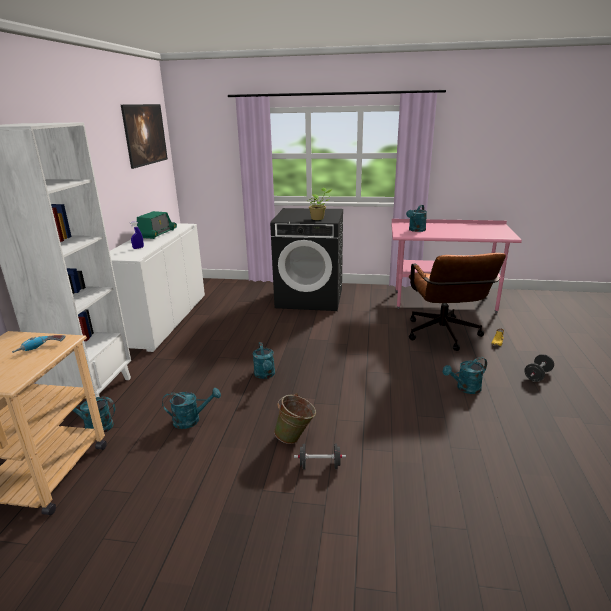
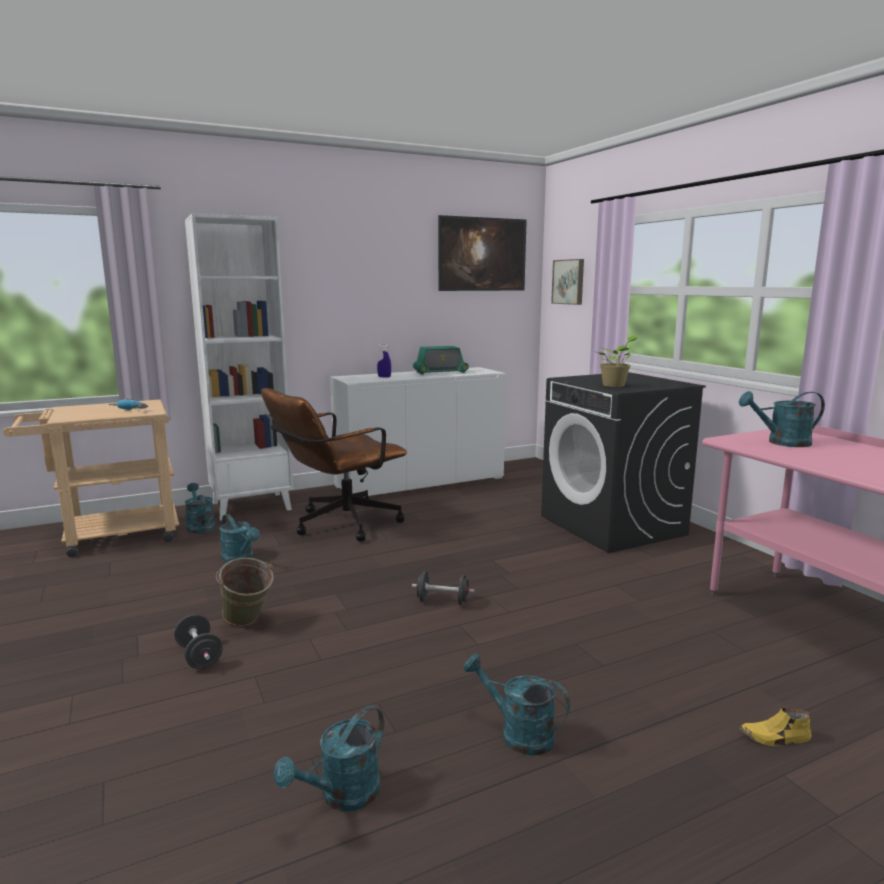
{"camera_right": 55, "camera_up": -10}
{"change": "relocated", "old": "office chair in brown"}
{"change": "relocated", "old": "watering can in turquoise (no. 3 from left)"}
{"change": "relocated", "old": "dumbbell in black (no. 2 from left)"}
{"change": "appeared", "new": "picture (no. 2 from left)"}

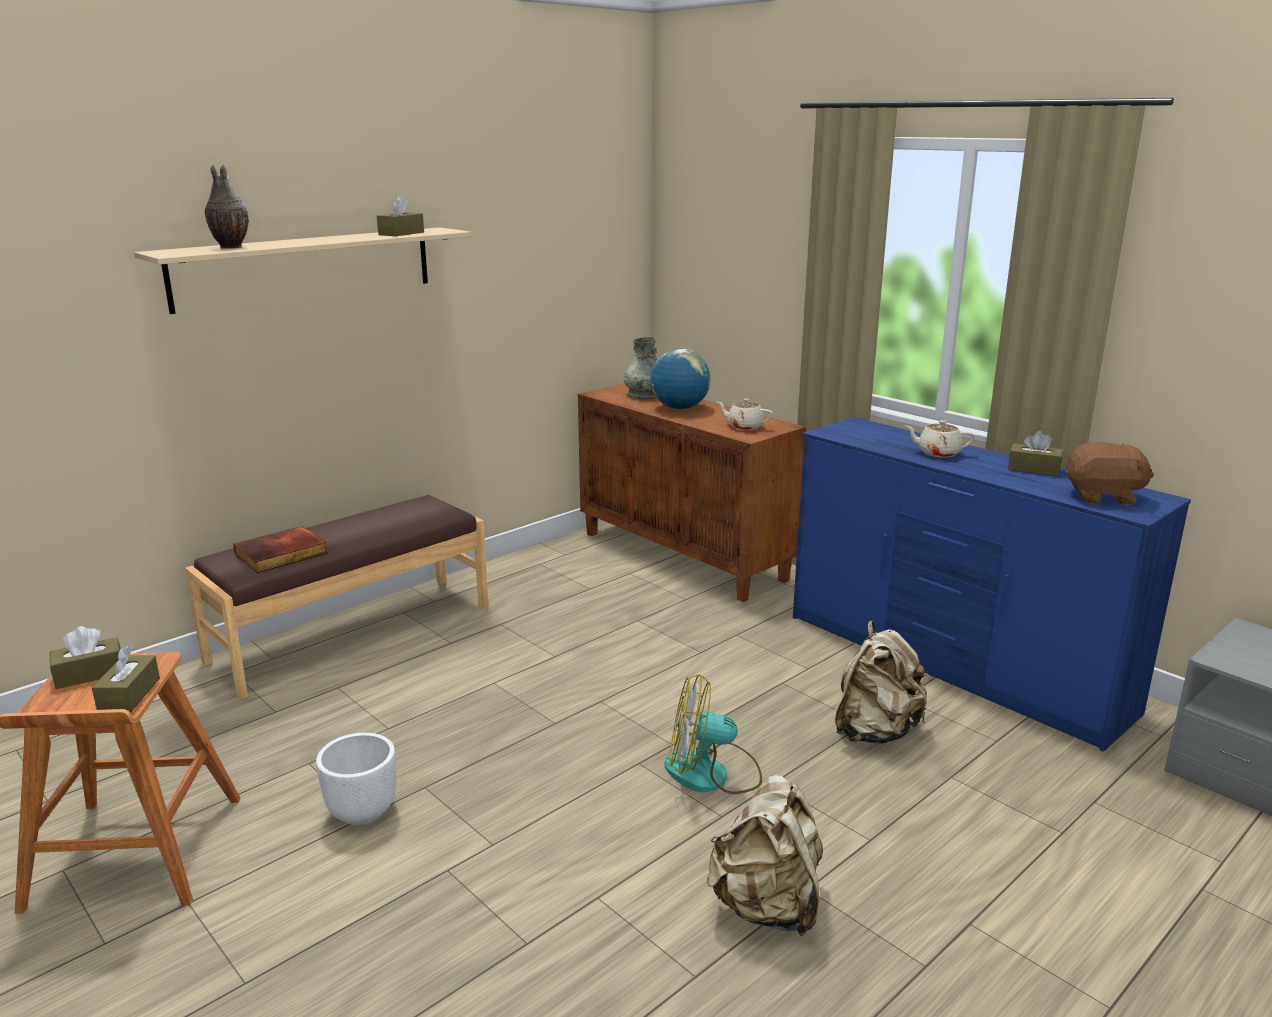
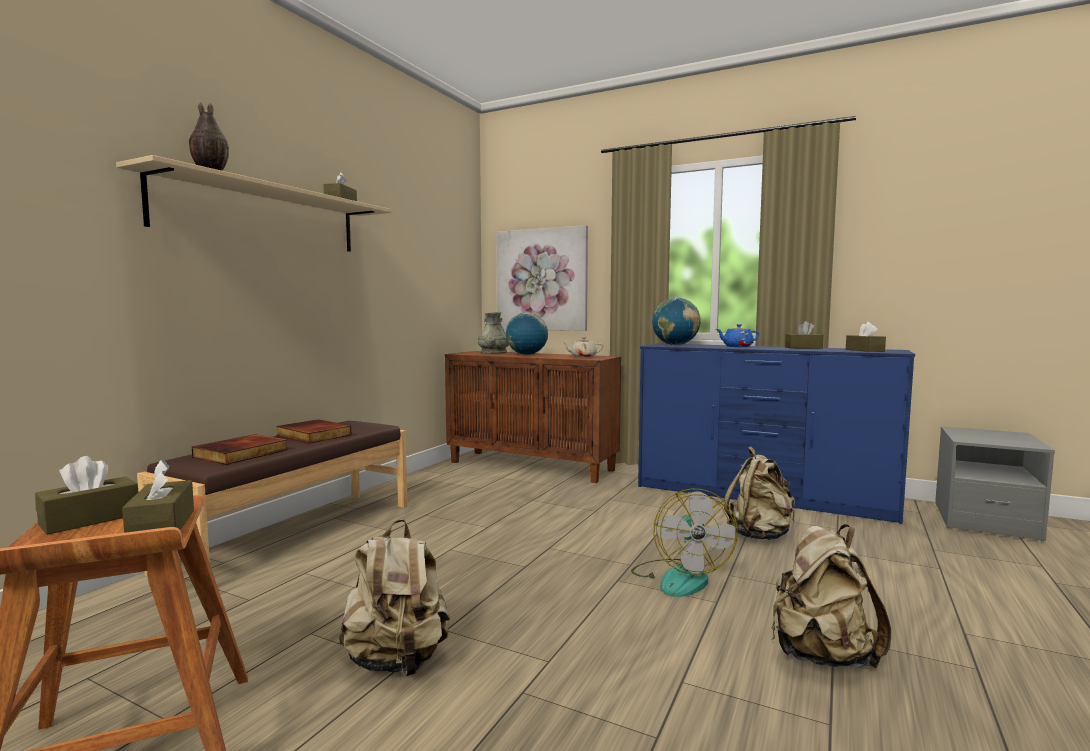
{"camera_right": -20, "camera_up": -15}
{"change": "appeared", "new": "book (no. 2 from left)"}
{"change": "exchanged", "old": "planter in white", "new": "backpack in beige (no. 1 from left)"}
{"change": "appeared", "new": "picture"}
{"change": "spun", "old": "fan", "degrees": -75}
{"change": "appeared", "new": "globe (no. 2 from left)"}
{"change": "colour", "old": "teapot in beige (no. 2 from left)", "new": "teapot in blue"}
{"change": "exchanged", "old": "plush toy in brown", "new": "tissue box in brown (no. 5 from left)"}

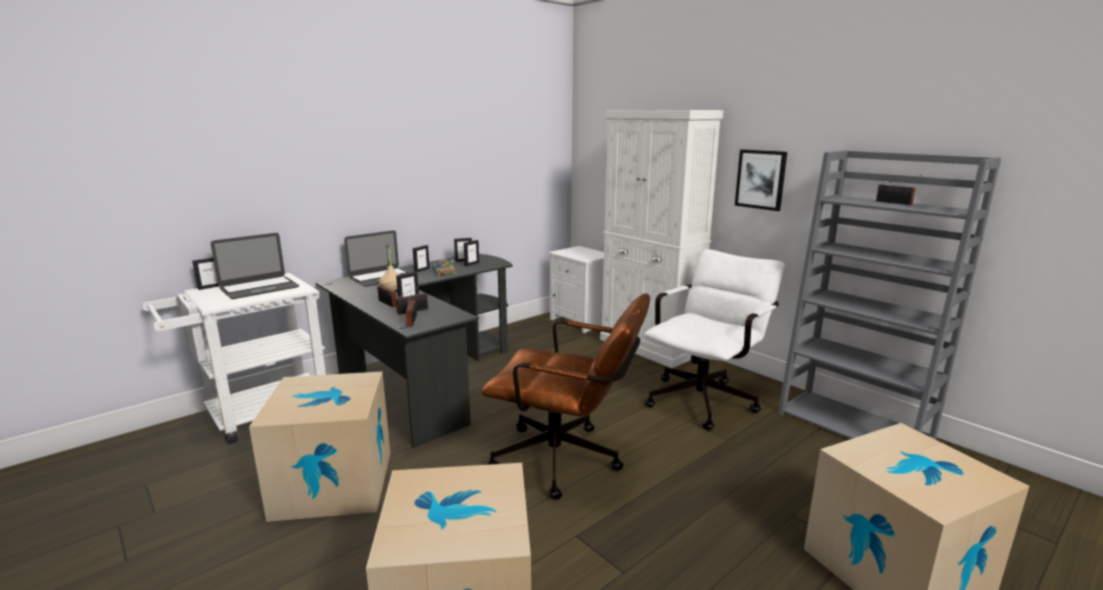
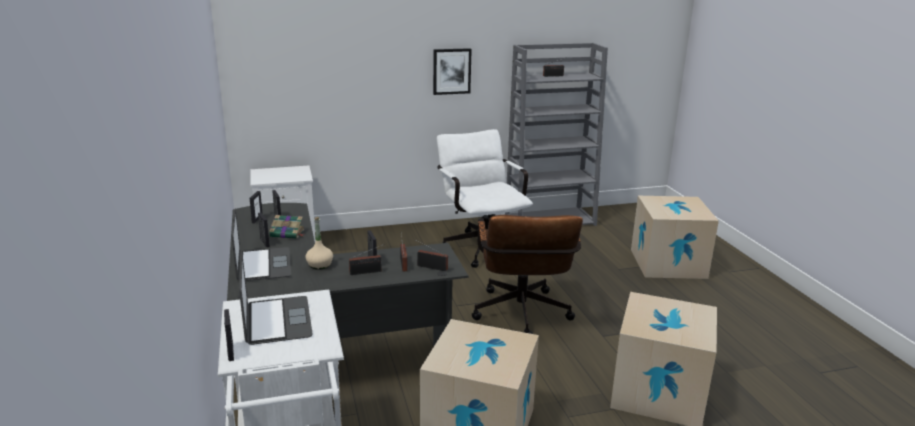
{"camera_right": -65, "camera_up": 5}
{"change": "spun", "old": "office chair in brown", "degrees": 135}
{"change": "missing", "old": "cabinet in white"}

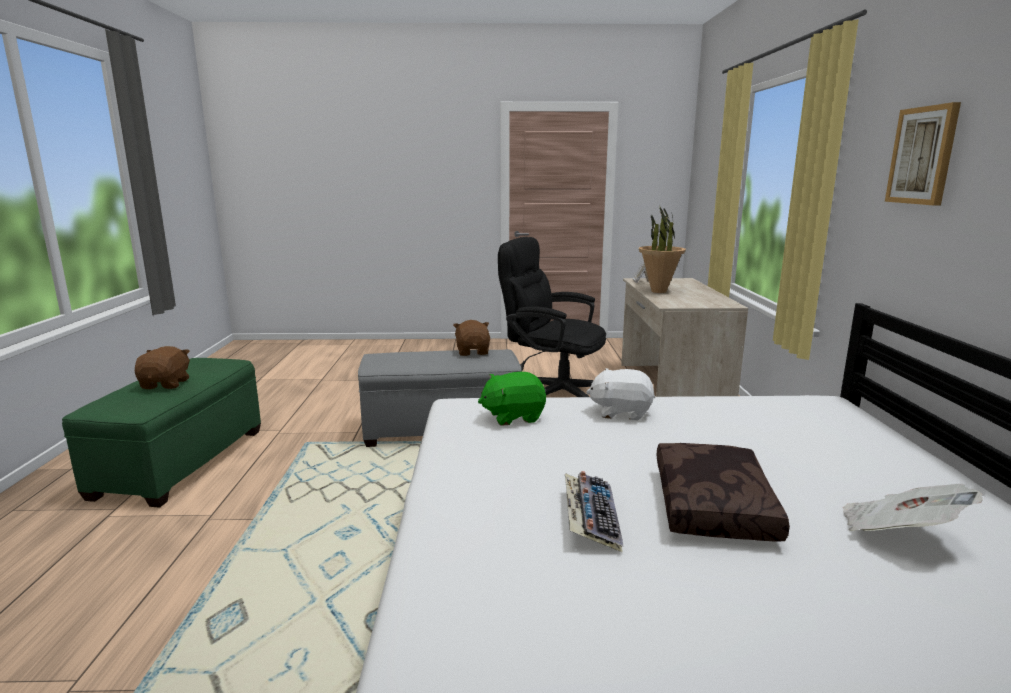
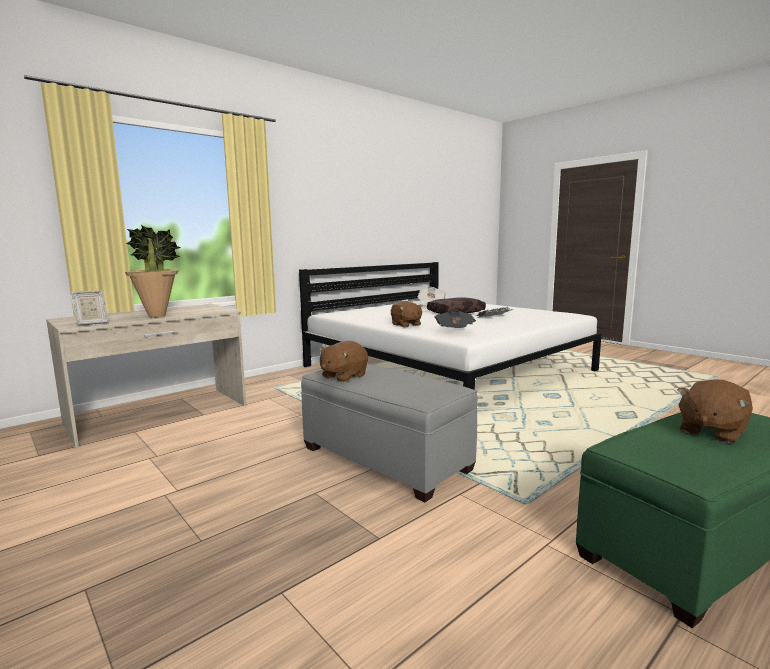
{"camera_right": -130, "camera_up": -5}
{"change": "colour", "old": "plush toy in white", "new": "plush toy in brown (no. 2 from left)"}
{"change": "exchanged", "old": "plush toy in green", "new": "newspaper (no. 2 from left)"}
{"change": "missing", "old": "office chair in black"}
{"change": "missing", "old": "picture"}

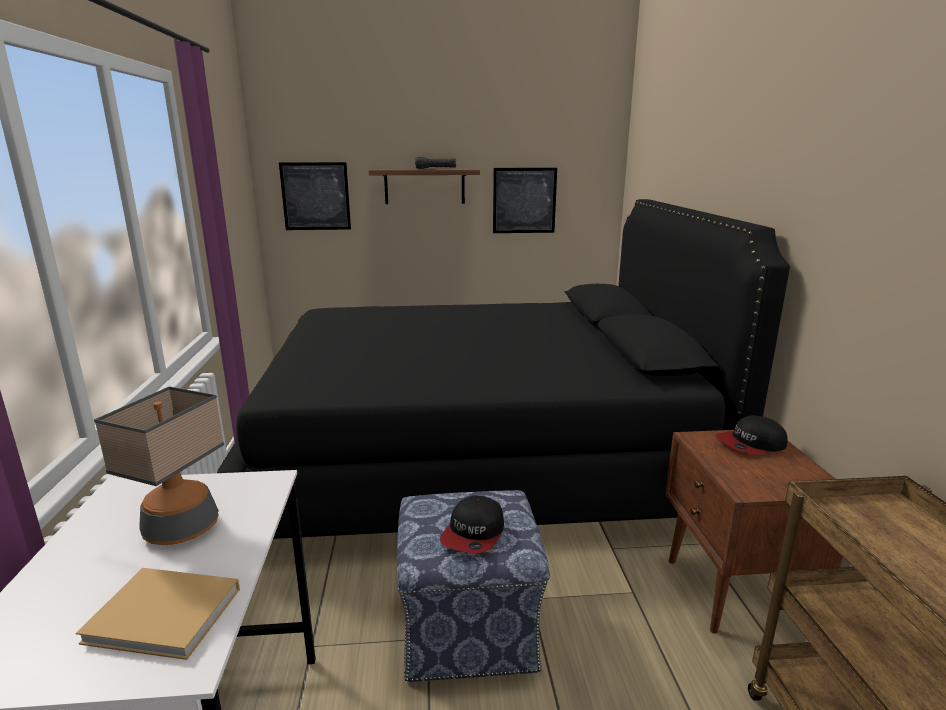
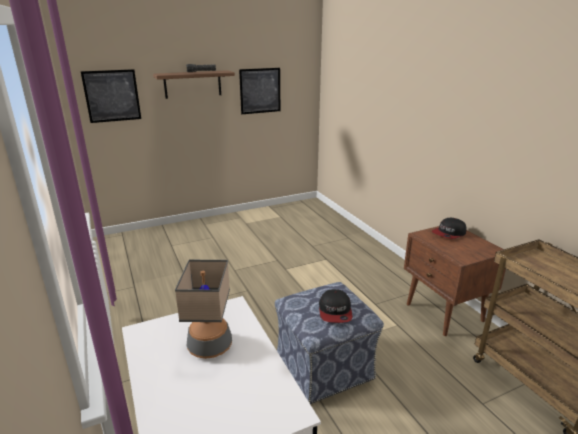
{"camera_right": -20, "camera_up": 5}
{"change": "missing", "old": "book in beige"}
{"change": "missing", "old": "bed in black"}

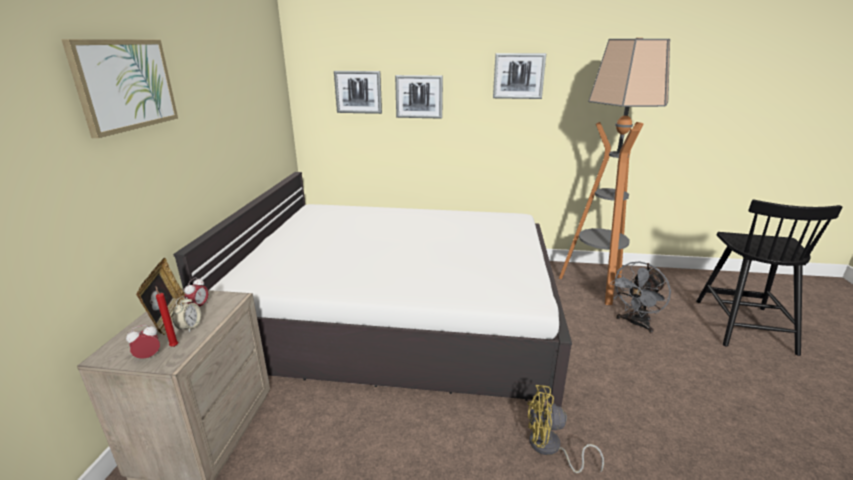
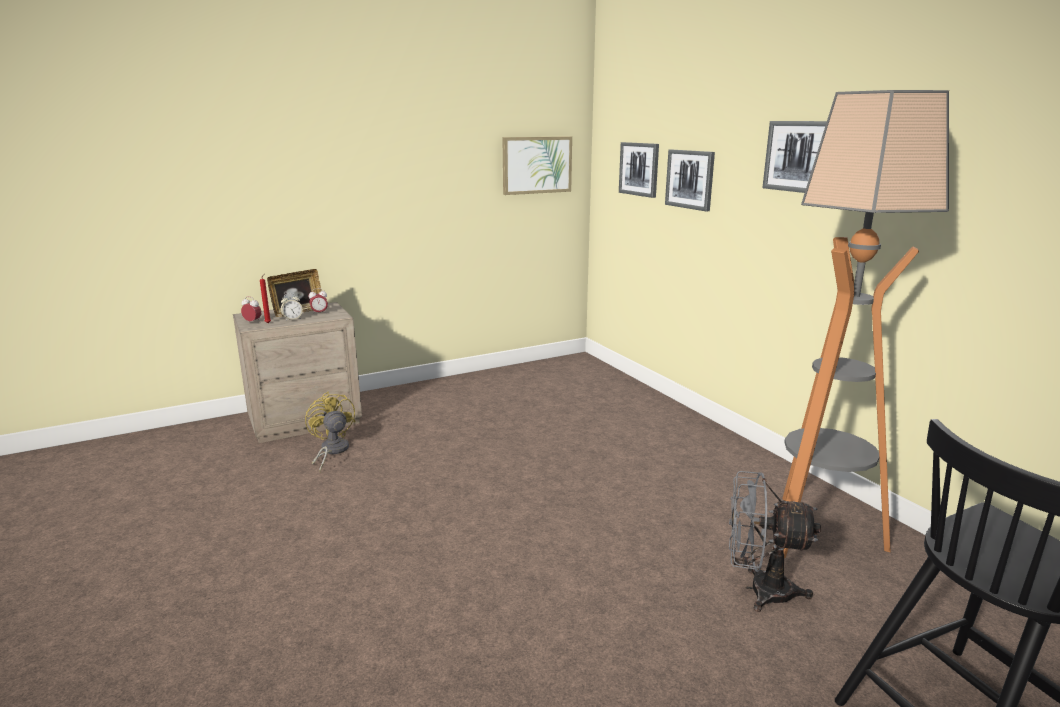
{"camera_right": 55, "camera_up": -5}
{"change": "relocated", "old": "fan in yellow"}
{"change": "relocated", "old": "picture (no. 1 from left)"}
{"change": "missing", "old": "bed in white"}

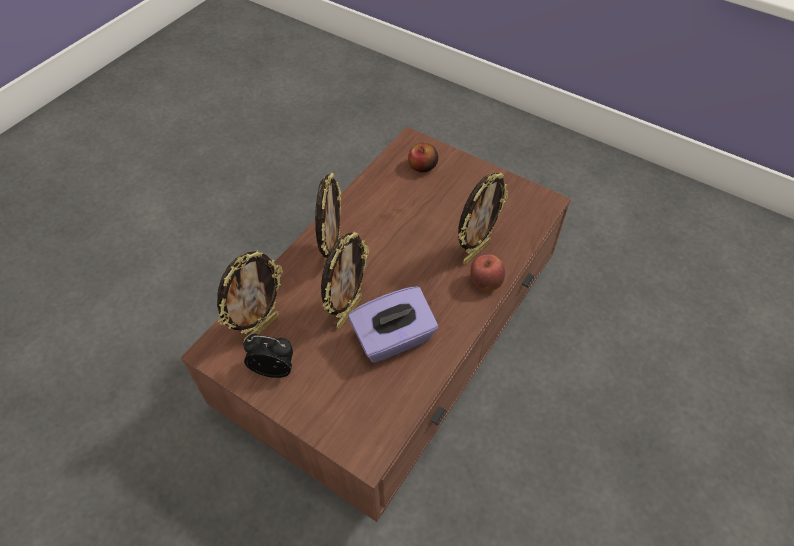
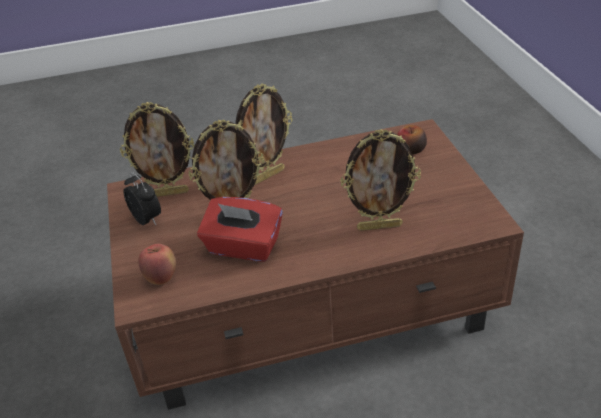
{"camera_right": 45, "camera_up": -15}
{"change": "relocated", "old": "apple (no. 2 from left in the first image)", "new": "apple (no. 1 from left)"}
{"change": "colour", "old": "tissue box in purple", "new": "tissue box in red"}

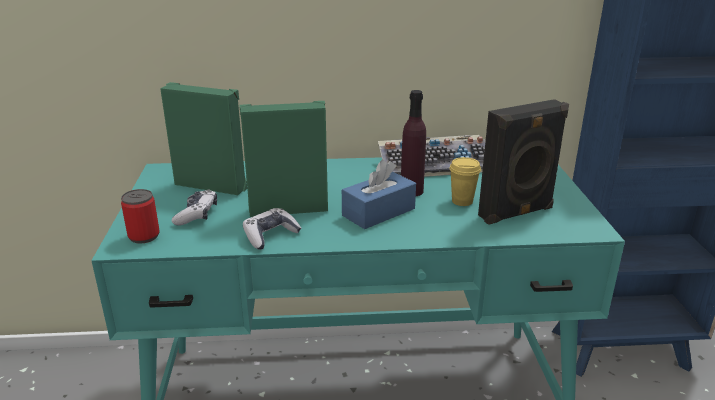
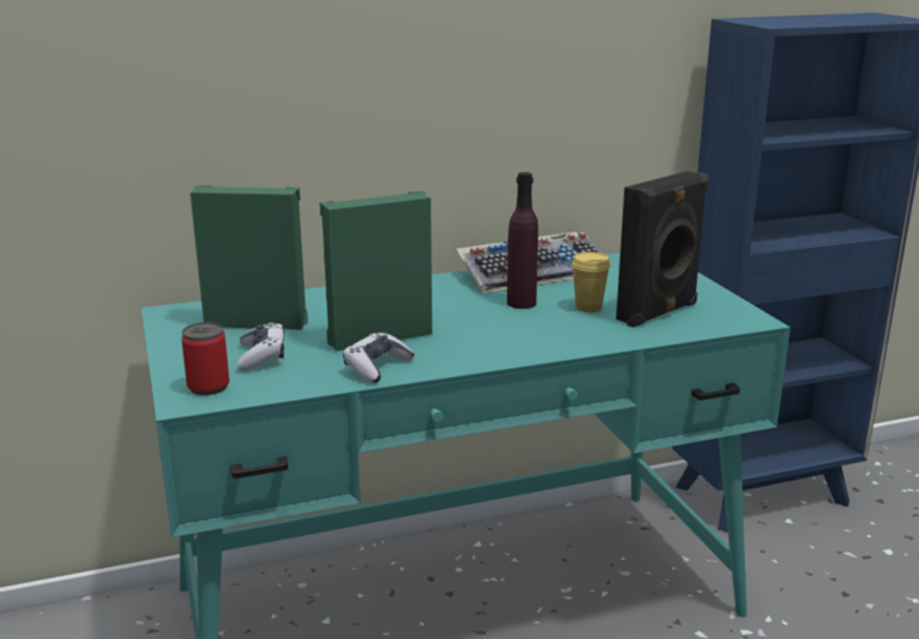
{"camera_right": -15, "camera_up": -5}
{"change": "missing", "old": "tissue box in blue"}

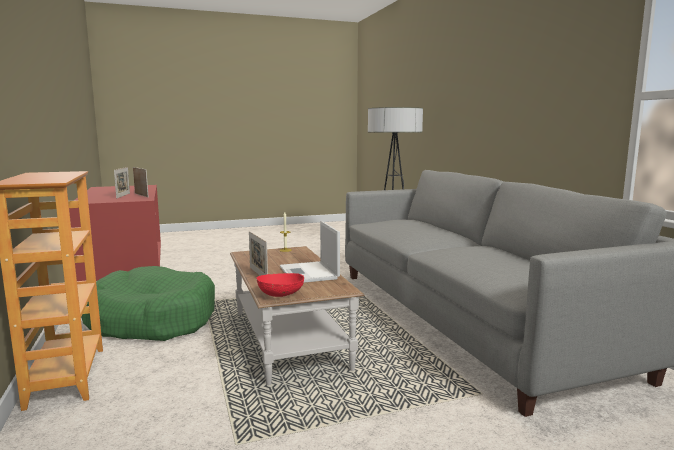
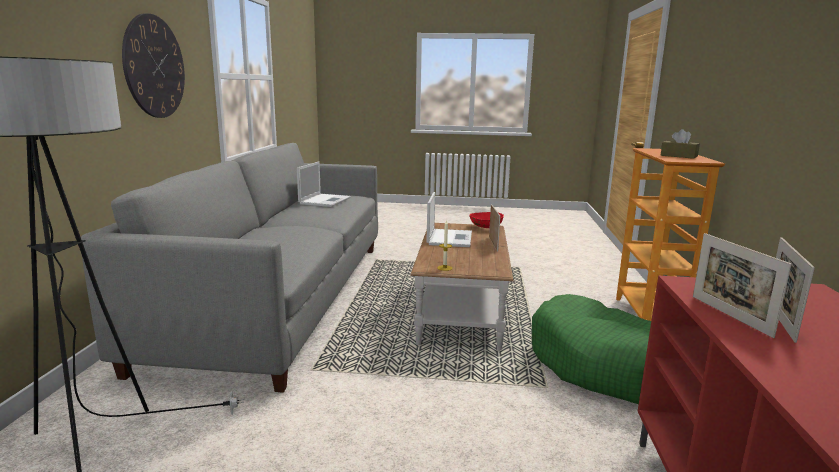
{"camera_right": -155, "camera_up": 5}
{"change": "appeared", "new": "wall clock"}
{"change": "appeared", "new": "laptop (no. 1 from left)"}
{"change": "appeared", "new": "tissue box in brown"}

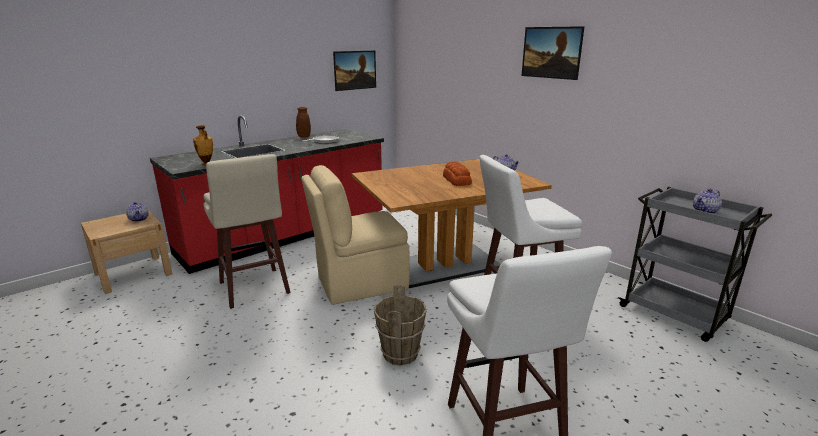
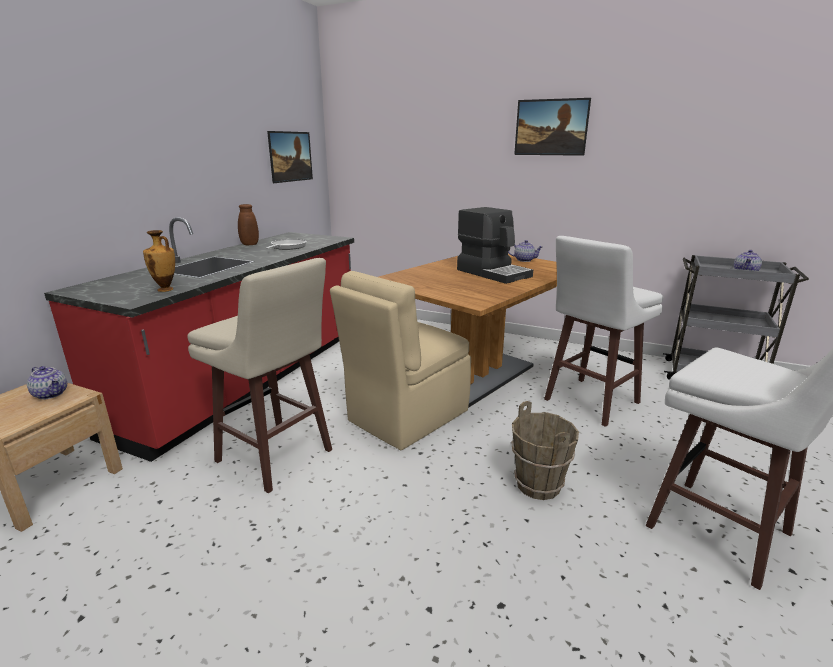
{"camera_right": -25, "camera_up": 0}
{"change": "exchanged", "old": "bread", "new": "coffee machine"}

